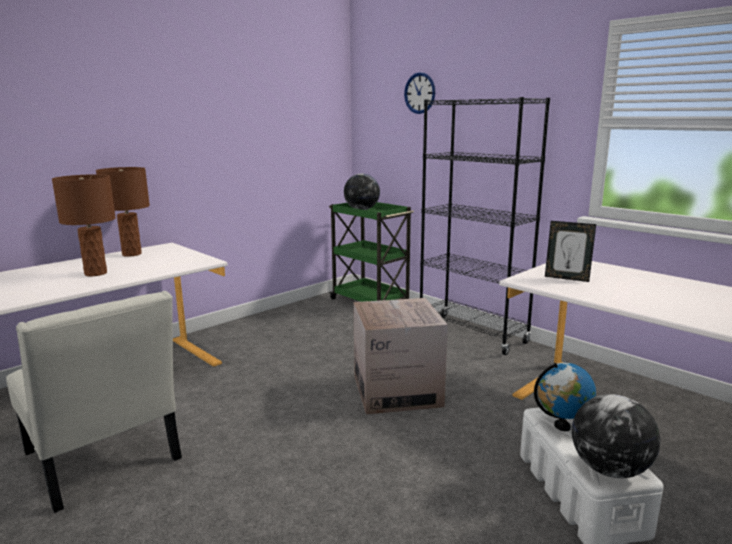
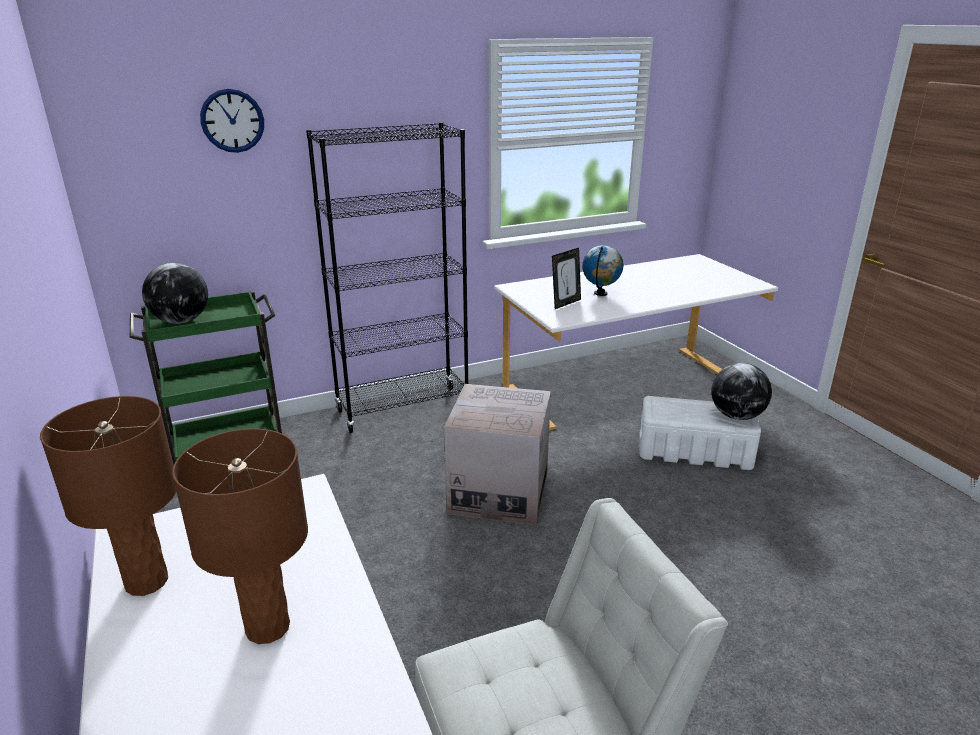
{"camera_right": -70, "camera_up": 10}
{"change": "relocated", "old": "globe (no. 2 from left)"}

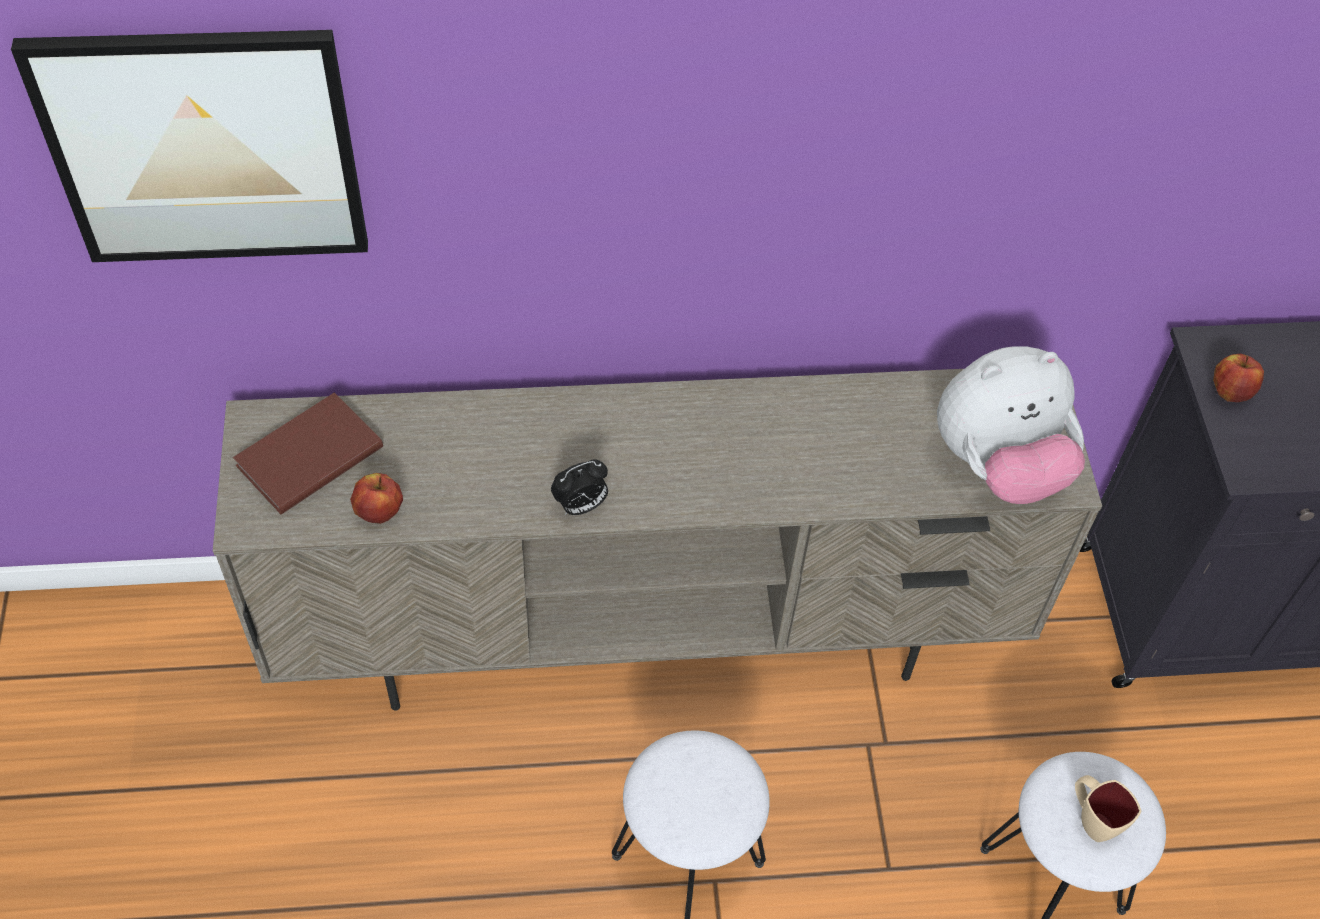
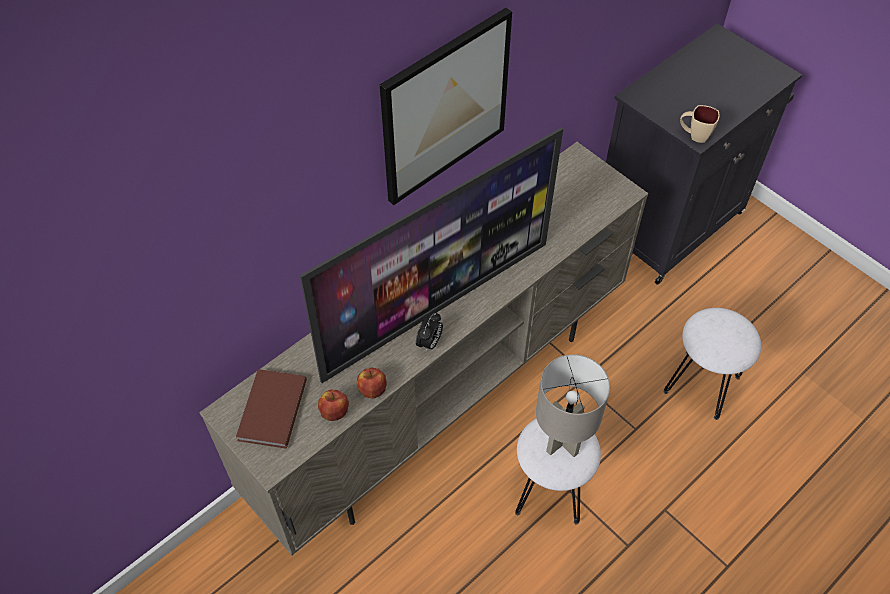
{"camera_right": -35, "camera_up": 0}
{"change": "appeared", "new": "television"}
{"change": "relocated", "old": "apple (no. 2 from left)"}
{"change": "relocated", "old": "picture"}
{"change": "appeared", "new": "table lamp in grey"}
{"change": "relocated", "old": "mug in beige"}
{"change": "missing", "old": "plush toy"}

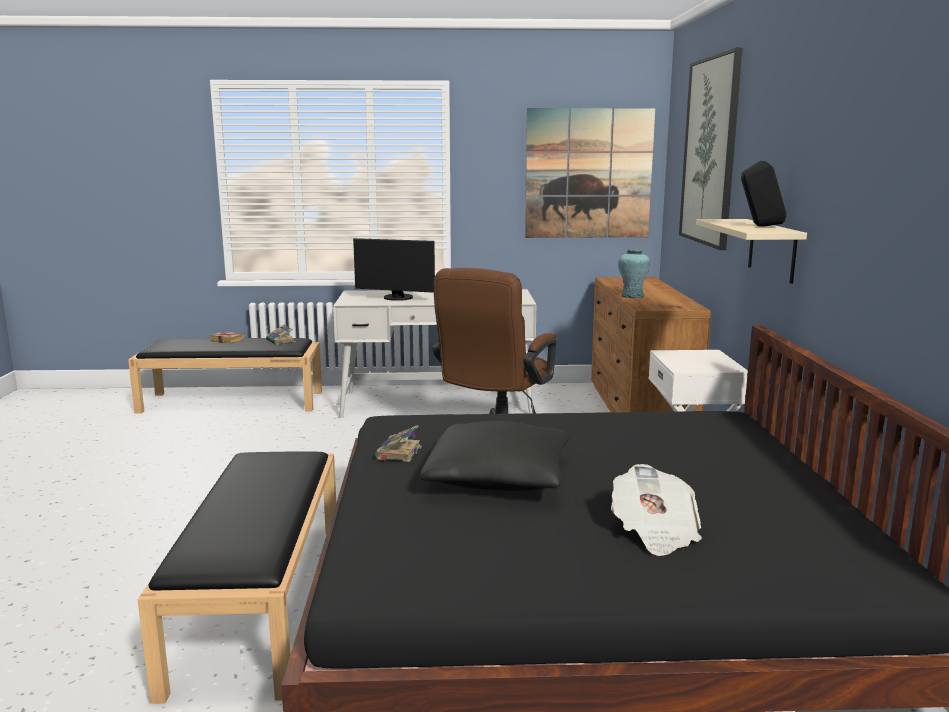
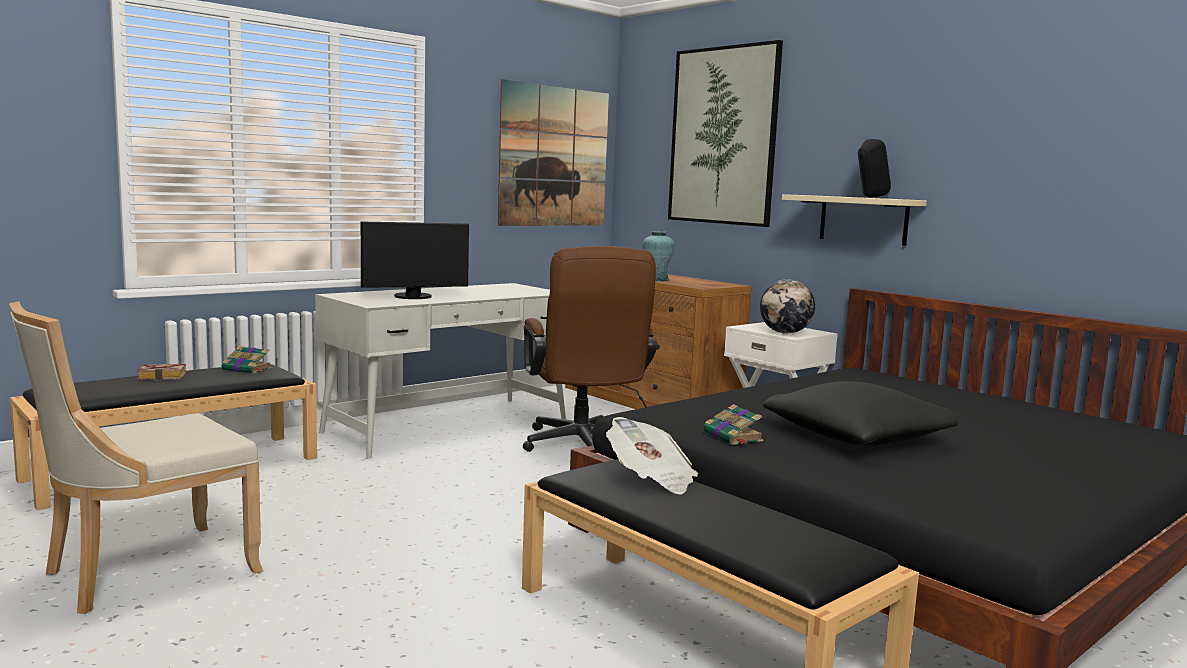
{"camera_right": -40, "camera_up": -5}
{"change": "appeared", "new": "chair in beige"}
{"change": "relocated", "old": "newspaper"}
{"change": "appeared", "new": "globe"}

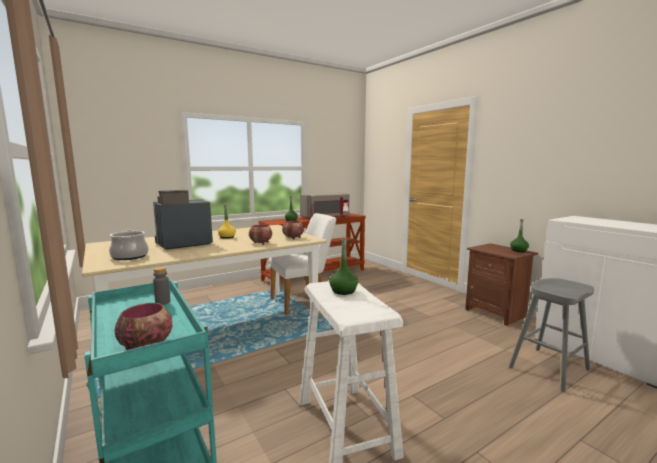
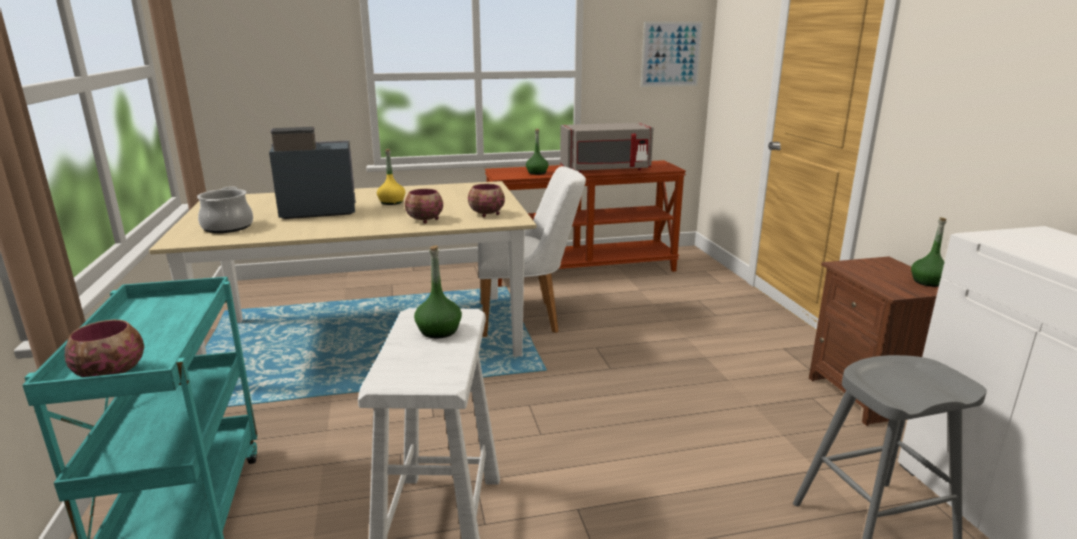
{"camera_right": 20, "camera_up": 10}
{"change": "appeared", "new": "picture"}
{"change": "missing", "old": "bottle in grey"}

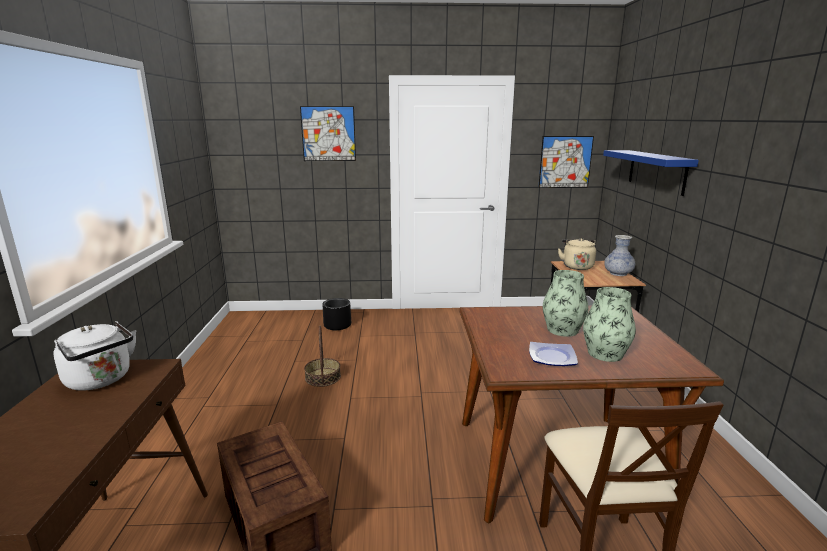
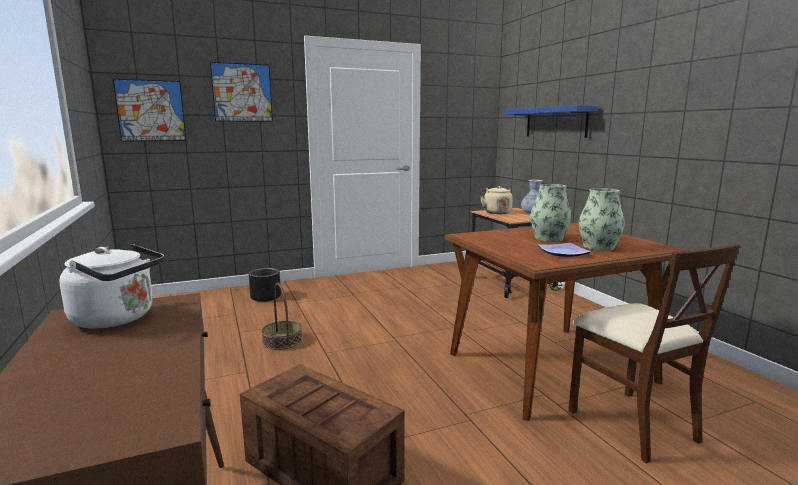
{"camera_right": -20, "camera_up": -5}
{"change": "relocated", "old": "picture (no. 2 from left in the first image)", "new": "picture (no. 1 from left)"}

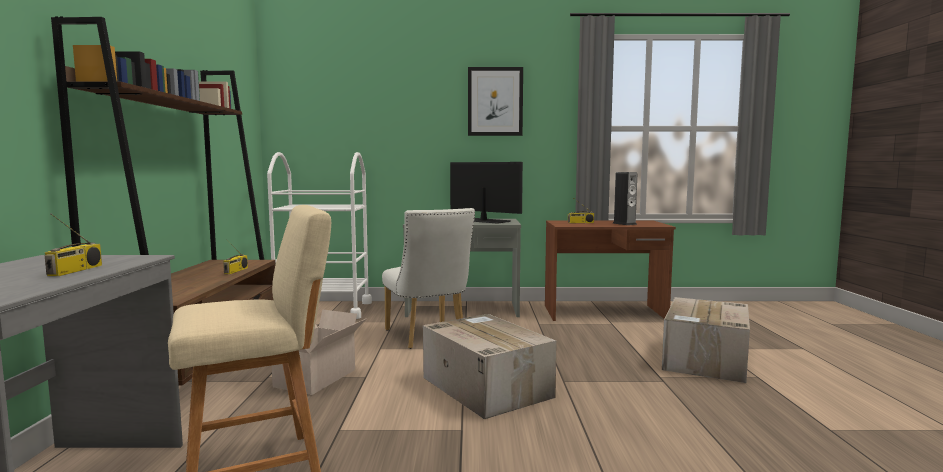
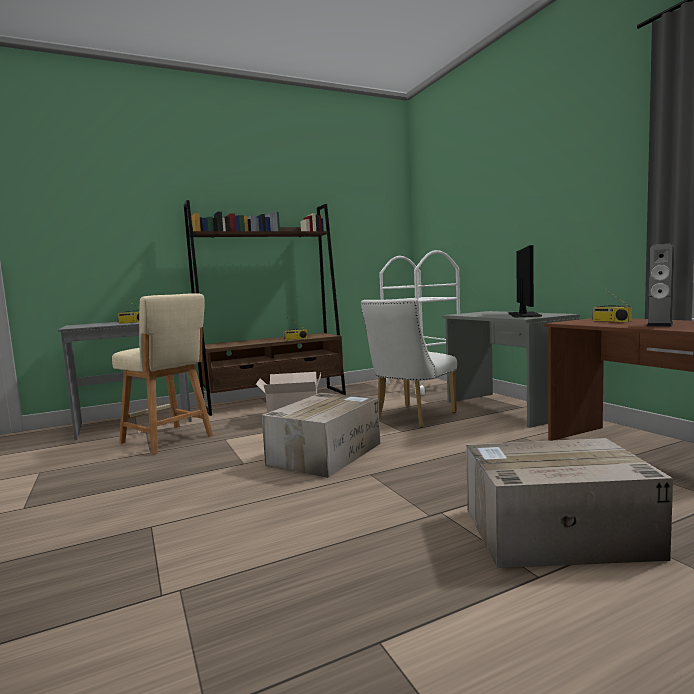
{"camera_right": 65, "camera_up": 0}
{"change": "missing", "old": "picture"}

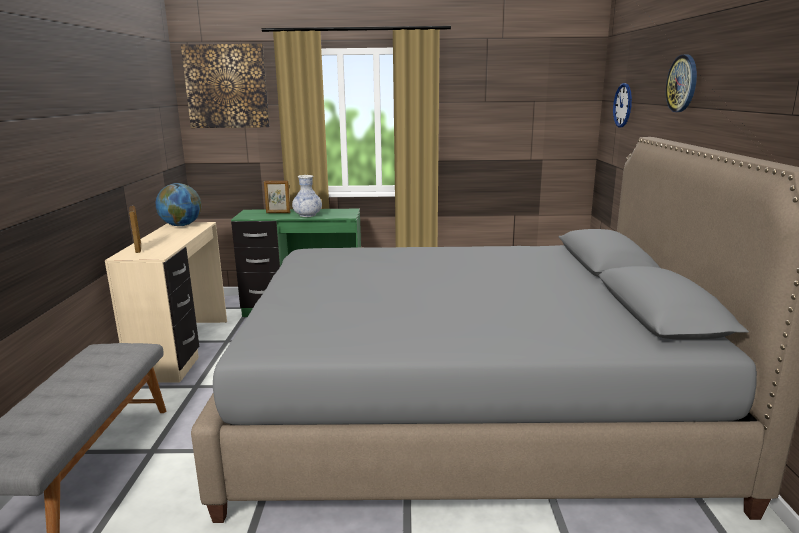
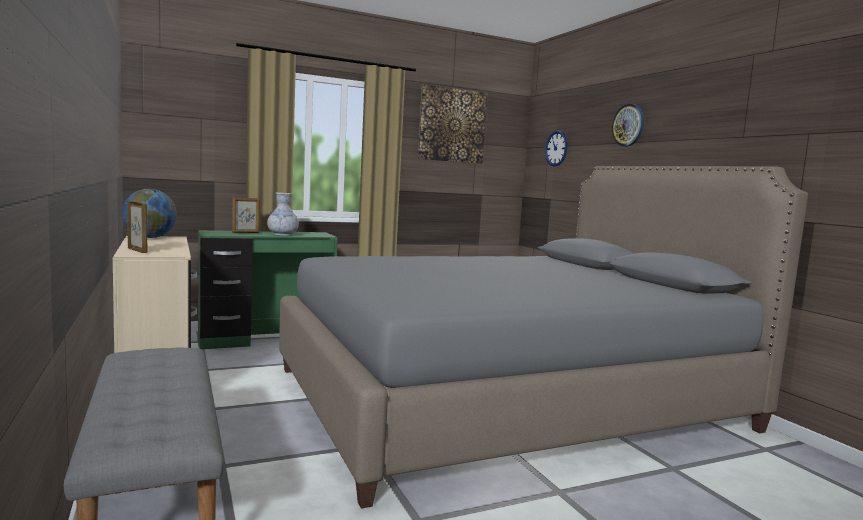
{"camera_right": -25, "camera_up": -10}
{"change": "relocated", "old": "picture"}

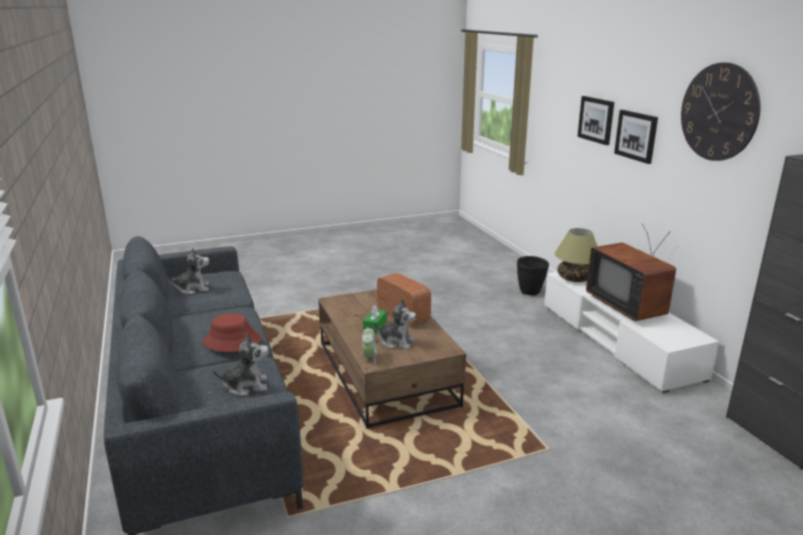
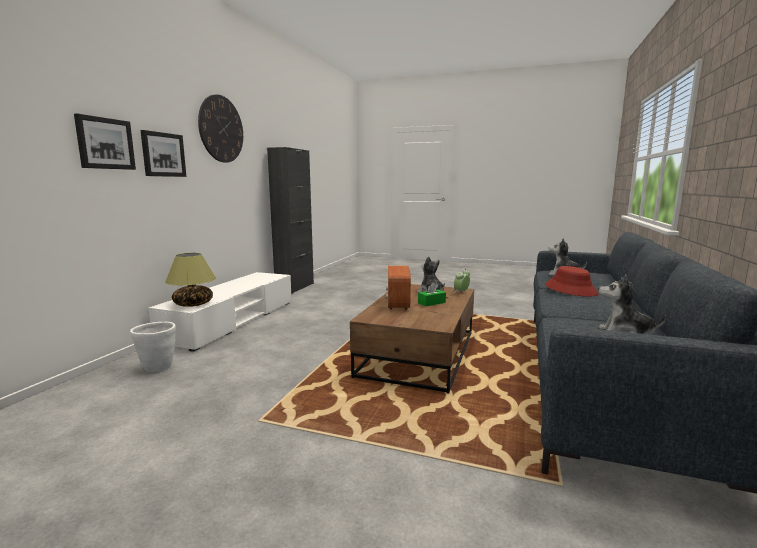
{"camera_right": -140, "camera_up": -10}
{"change": "colour", "old": "planter in black", "new": "planter in white"}
{"change": "missing", "old": "television"}

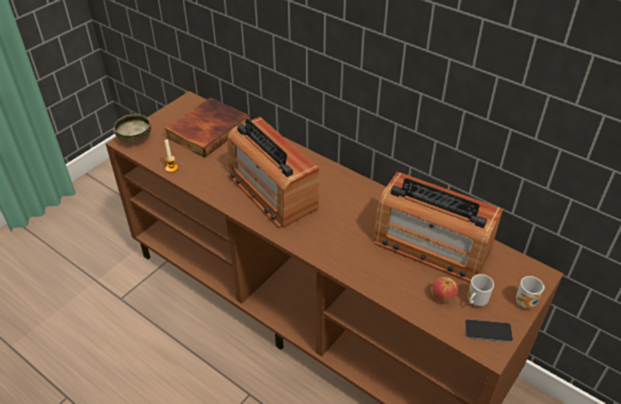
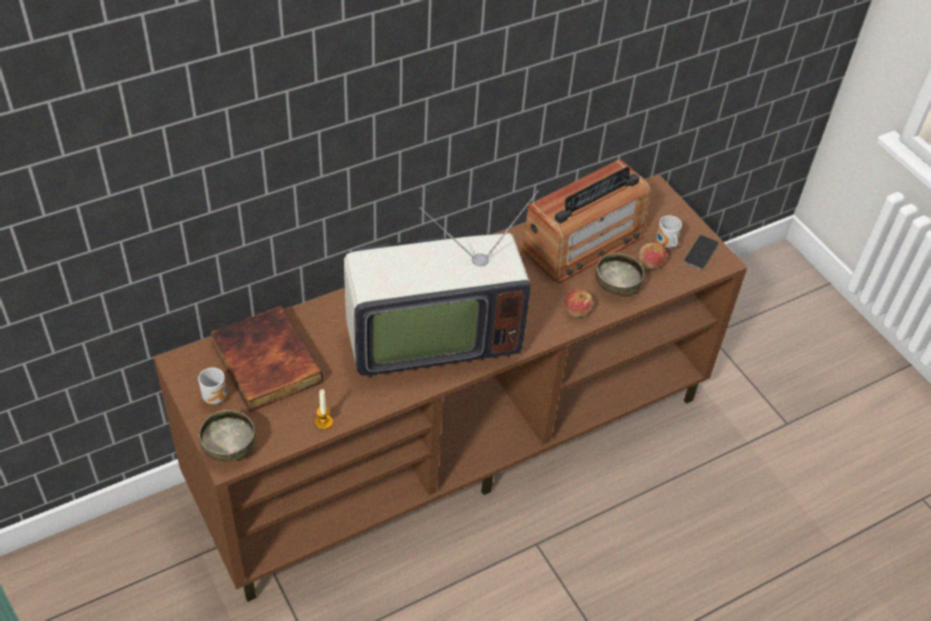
{"camera_right": -70, "camera_up": 5}
{"change": "relocated", "old": "mug (no. 2 from left in the first image)", "new": "mug (no. 1 from left)"}
{"change": "exchanged", "old": "radio (no. 1 from left)", "new": "television"}
{"change": "appeared", "new": "apple (no. 1 from left)"}
{"change": "appeared", "new": "bowl (no. 2 from left)"}

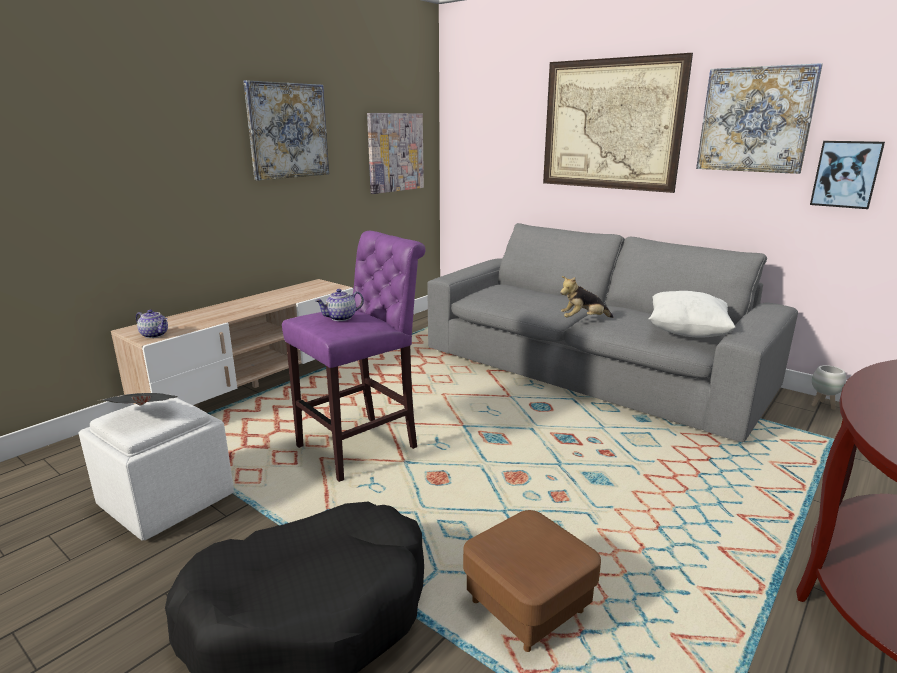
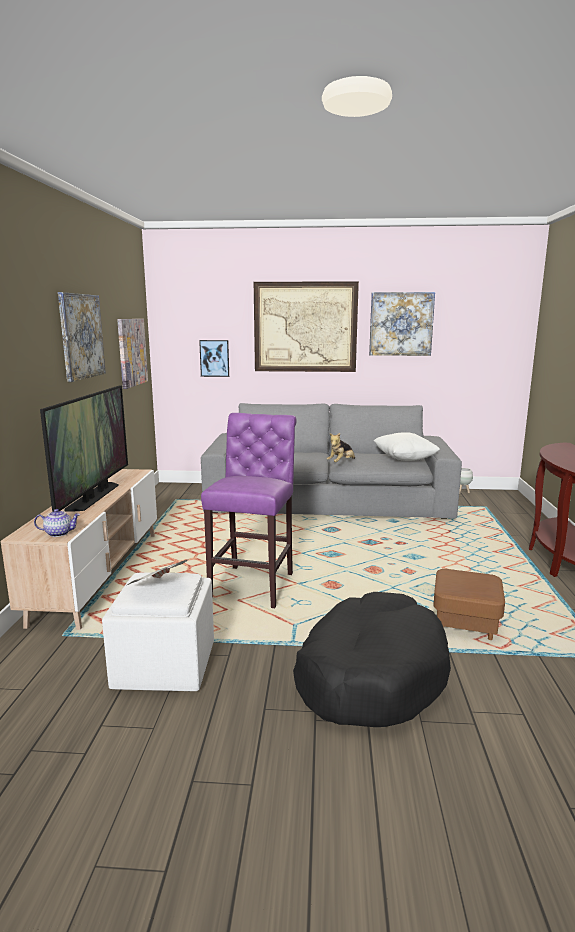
{"camera_right": -35, "camera_up": -5}
{"change": "appeared", "new": "television"}
{"change": "relocated", "old": "picture (no. 5 from left in the first image)", "new": "picture (no. 3 from left)"}
{"change": "missing", "old": "teapot (no. 2 from left)"}

